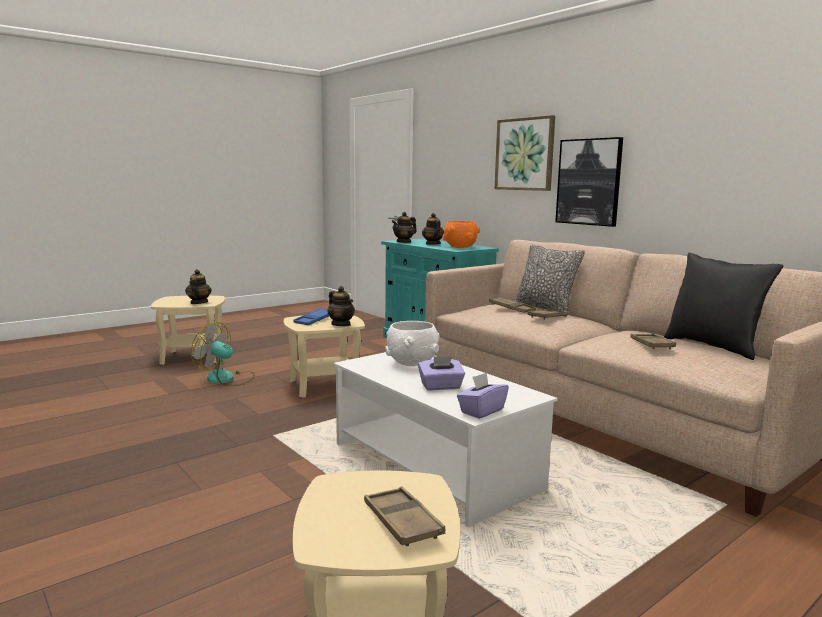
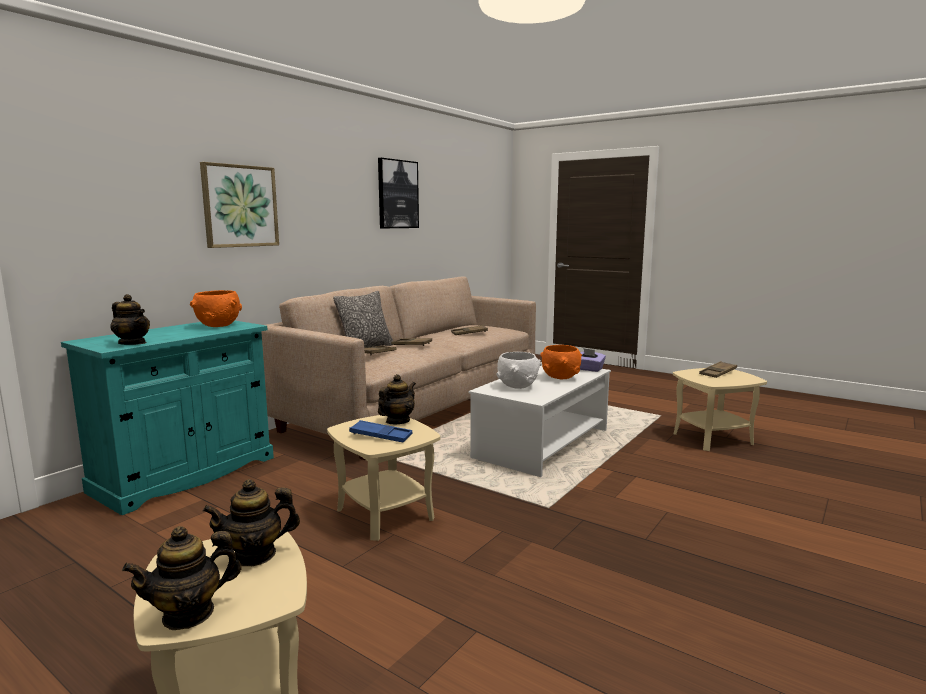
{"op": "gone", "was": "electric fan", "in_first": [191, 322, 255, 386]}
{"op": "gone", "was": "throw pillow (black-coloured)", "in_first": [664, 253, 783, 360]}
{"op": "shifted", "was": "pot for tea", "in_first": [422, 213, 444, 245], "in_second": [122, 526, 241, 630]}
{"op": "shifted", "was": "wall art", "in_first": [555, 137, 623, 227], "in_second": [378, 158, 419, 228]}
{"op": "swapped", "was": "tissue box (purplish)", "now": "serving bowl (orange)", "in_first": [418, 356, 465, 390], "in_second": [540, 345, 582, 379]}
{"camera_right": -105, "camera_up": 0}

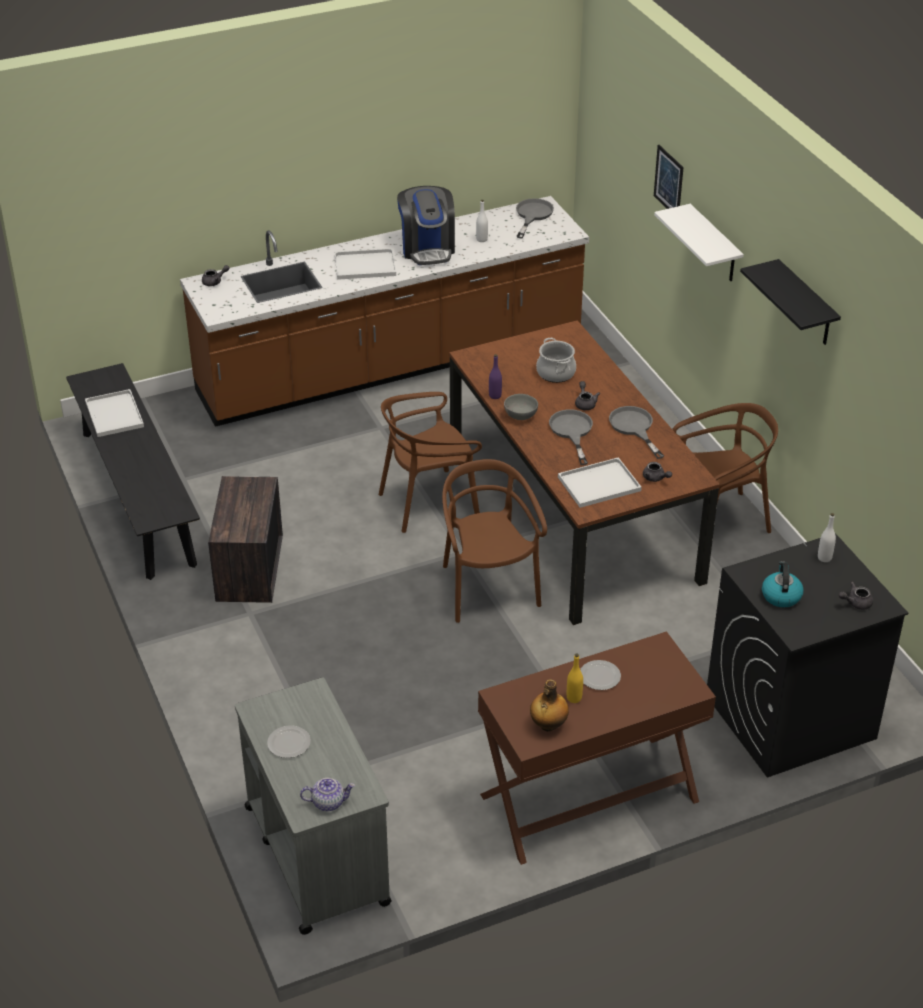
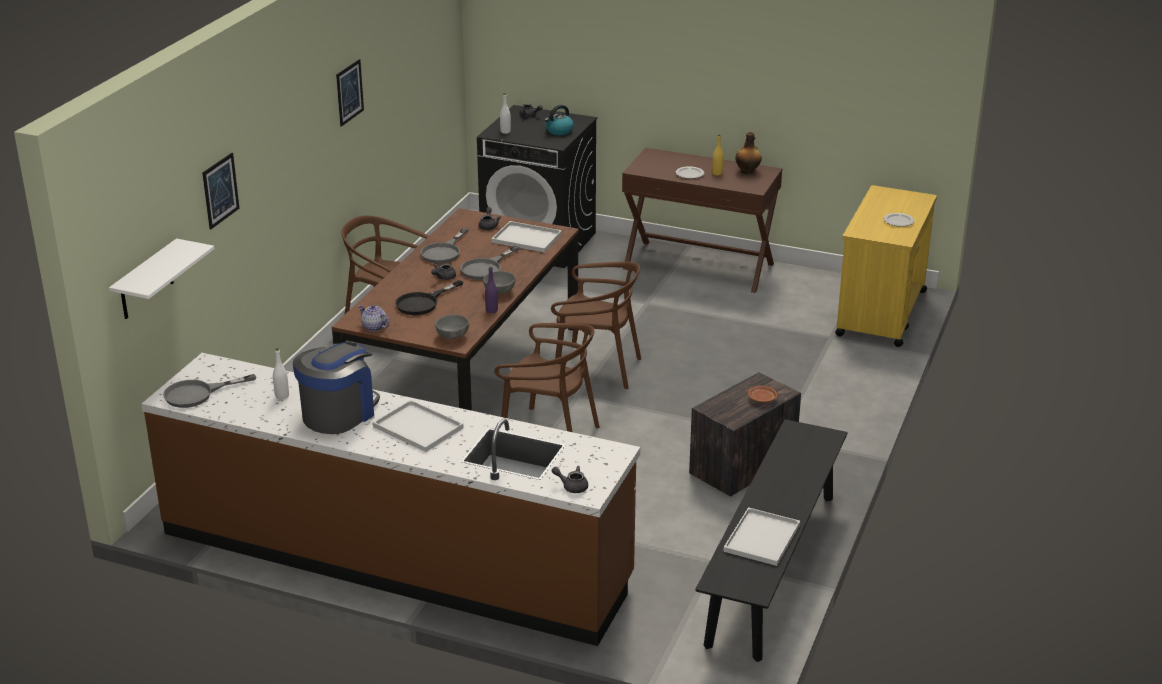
{"op": "new", "now": "serving bowl (grey)", "in_second": [435, 315, 469, 339]}
{"op": "new", "now": "dinner plate (brown-coloured)", "in_second": [748, 386, 778, 403]}
{"op": "shifted", "was": "pot for tea", "in_first": [300, 778, 355, 811], "in_second": [358, 305, 390, 332]}
{"op": "shifted", "was": "bracket shelf (white-coloured)", "in_first": [654, 204, 744, 281], "in_second": [109, 238, 214, 319]}
{"op": "swapped", "was": "saucepot", "now": "pan (black-coloured)", "in_first": [536, 338, 576, 383], "in_second": [395, 280, 463, 315]}
{"op": "swapped", "was": "bracket shelf (black-coloured)", "now": "wall art", "in_first": [740, 259, 841, 345], "in_second": [336, 59, 364, 126]}
{"op": "repainted", "was": "trolley (grey)", "now": "trolley (yellowish)", "in_first": [235, 677, 392, 935], "in_second": [835, 185, 937, 347]}
{"op": "rotated", "was": "upright chair (brown-coloured)", "in_first": [442, 459, 547, 623], "in_second": [551, 262, 641, 389], "clockwise": -105}
{"camera_right": -135, "camera_up": -10}

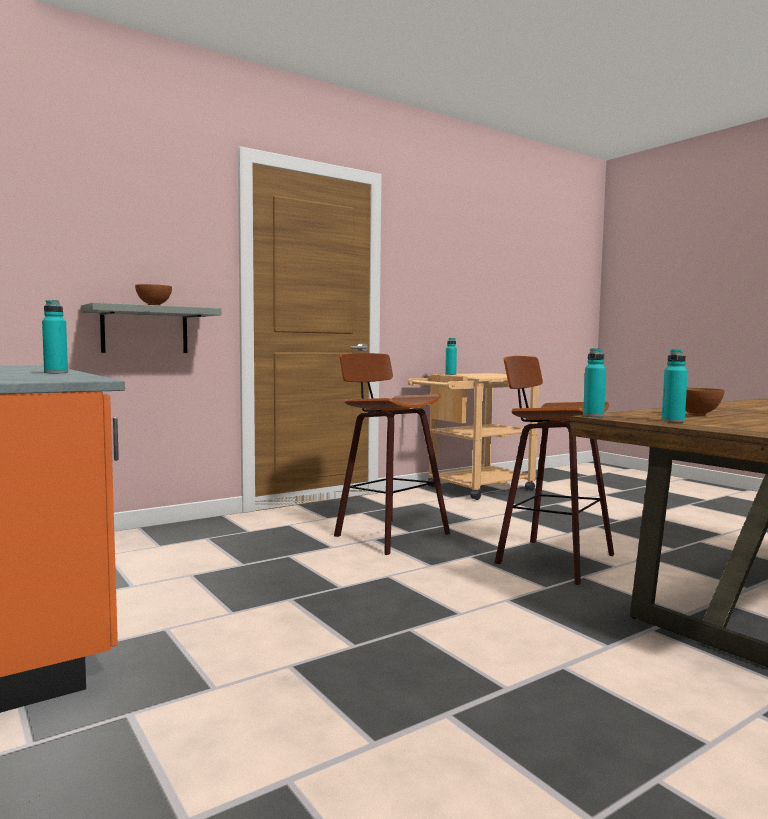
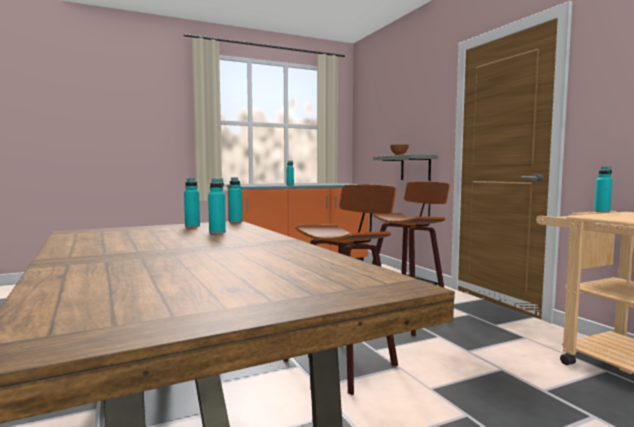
{"op": "swapped", "was": "serving bowl", "now": "beverage bottle (blue-green)", "in_first": [685, 388, 725, 416], "in_second": [208, 179, 226, 234]}
{"camera_right": 100, "camera_up": 0}

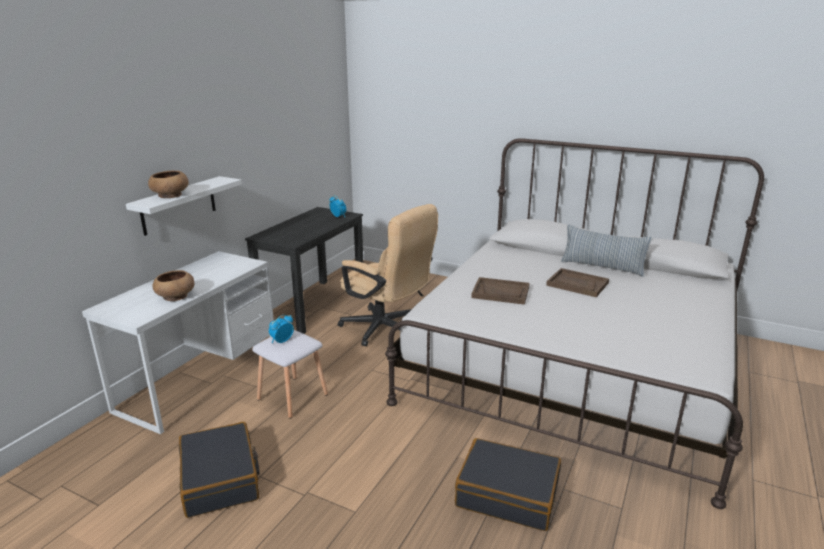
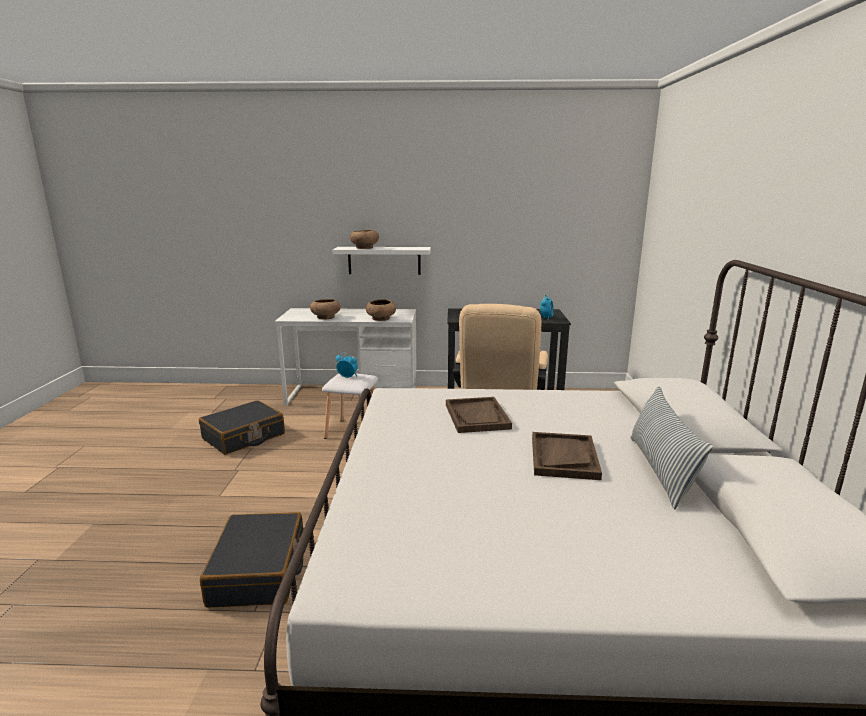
{"op": "new", "now": "serving bowl (brown-coloured)", "in_second": [366, 299, 396, 321]}
{"camera_right": 65, "camera_up": -5}

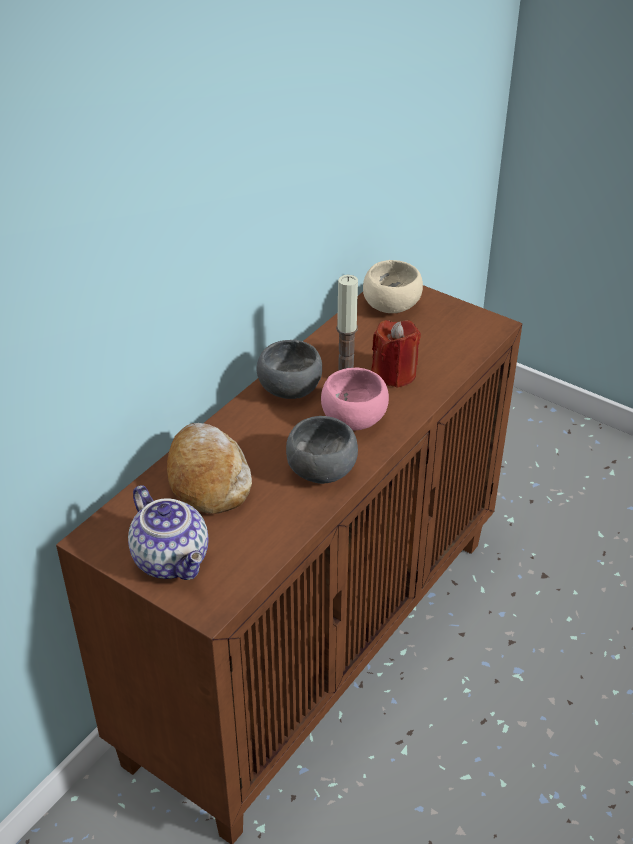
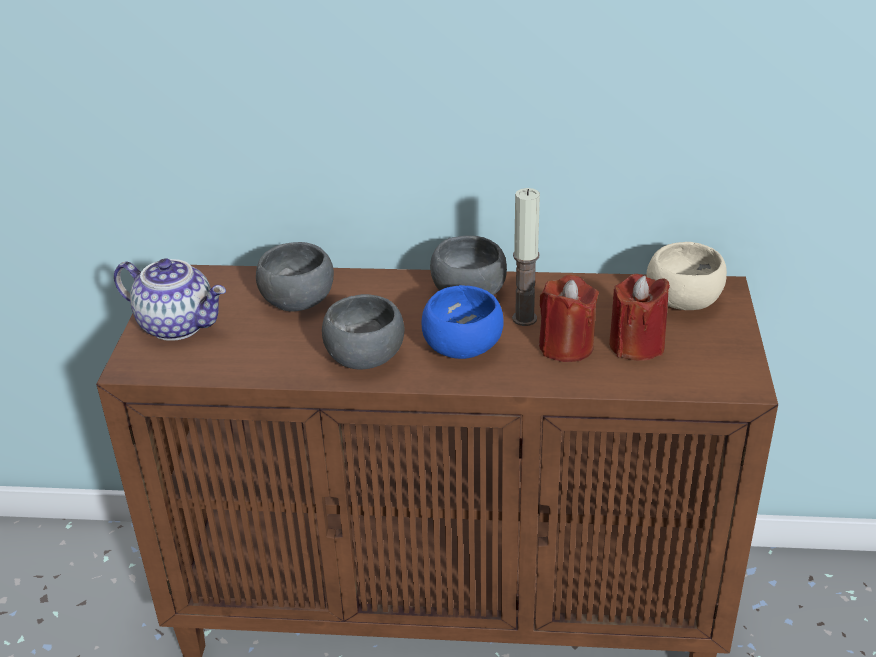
{"op": "new", "now": "candle (red)", "in_second": [609, 274, 670, 361]}
{"op": "swapped", "was": "baked bread", "now": "serving bowl (grey)", "in_first": [167, 423, 252, 514], "in_second": [256, 242, 334, 312]}
{"op": "repainted", "was": "serving bowl (pink-coloured)", "now": "serving bowl (blue-coloured)", "in_first": [321, 368, 389, 431], "in_second": [422, 285, 504, 359]}
{"op": "rotated", "was": "pot for tea", "in_first": [128, 485, 209, 580], "in_second": [114, 258, 226, 341], "clockwise": -90}
{"camera_right": 60, "camera_up": -5}

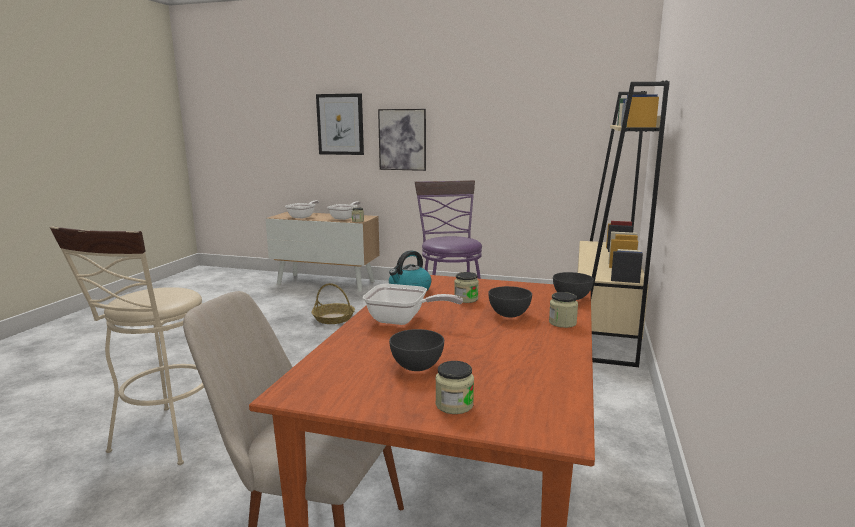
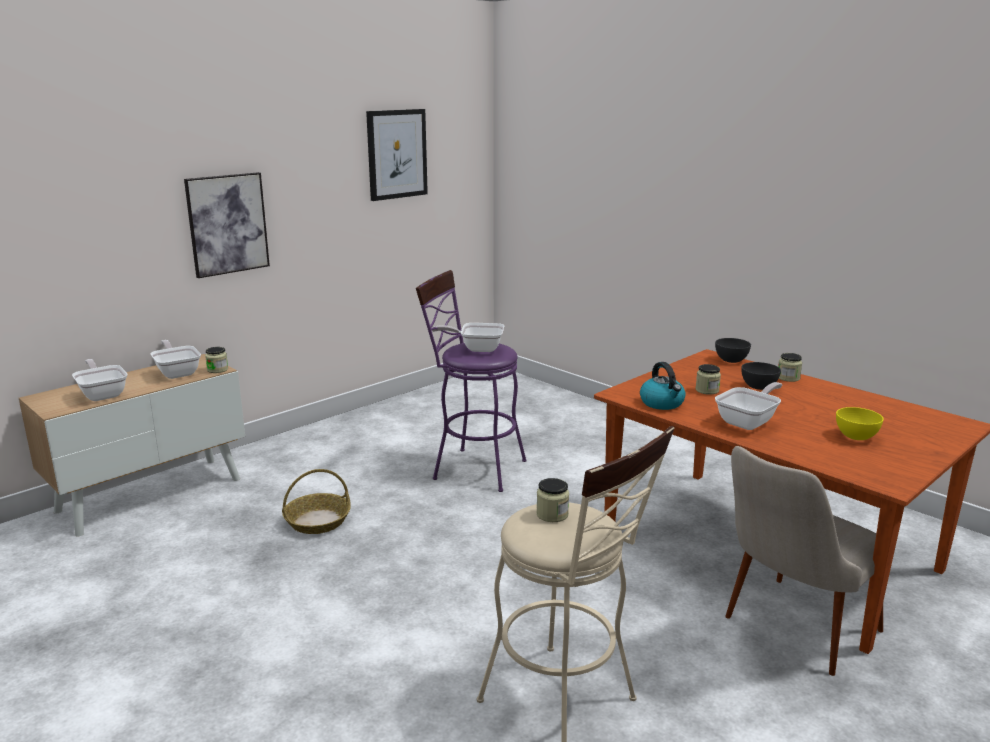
{"op": "gone", "was": "shelving unit (sand-coloured)", "in_first": [577, 81, 670, 367]}
{"op": "new", "now": "pan", "in_second": [432, 323, 504, 352]}
{"op": "shifted", "was": "wall art", "in_first": [316, 93, 364, 155], "in_second": [366, 109, 428, 201]}
{"op": "shifted", "was": "storage jar", "in_first": [436, 361, 474, 414], "in_second": [536, 478, 569, 522]}
{"op": "repainted", "was": "serving bowl (grey)", "now": "serving bowl (yellowish)", "in_first": [389, 329, 444, 371], "in_second": [836, 407, 884, 440]}
{"camera_right": -60, "camera_up": 5}

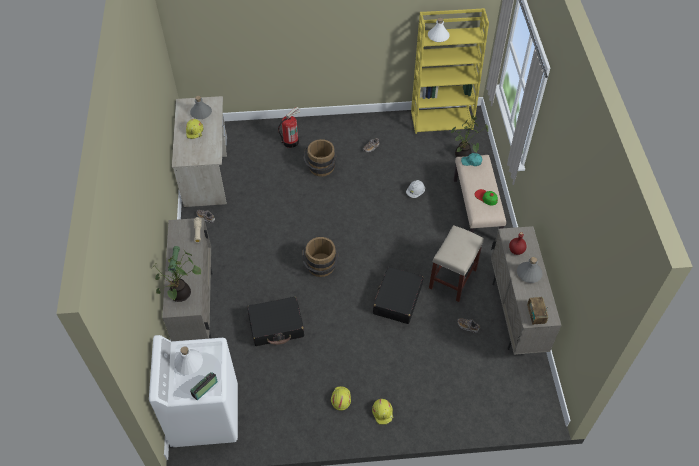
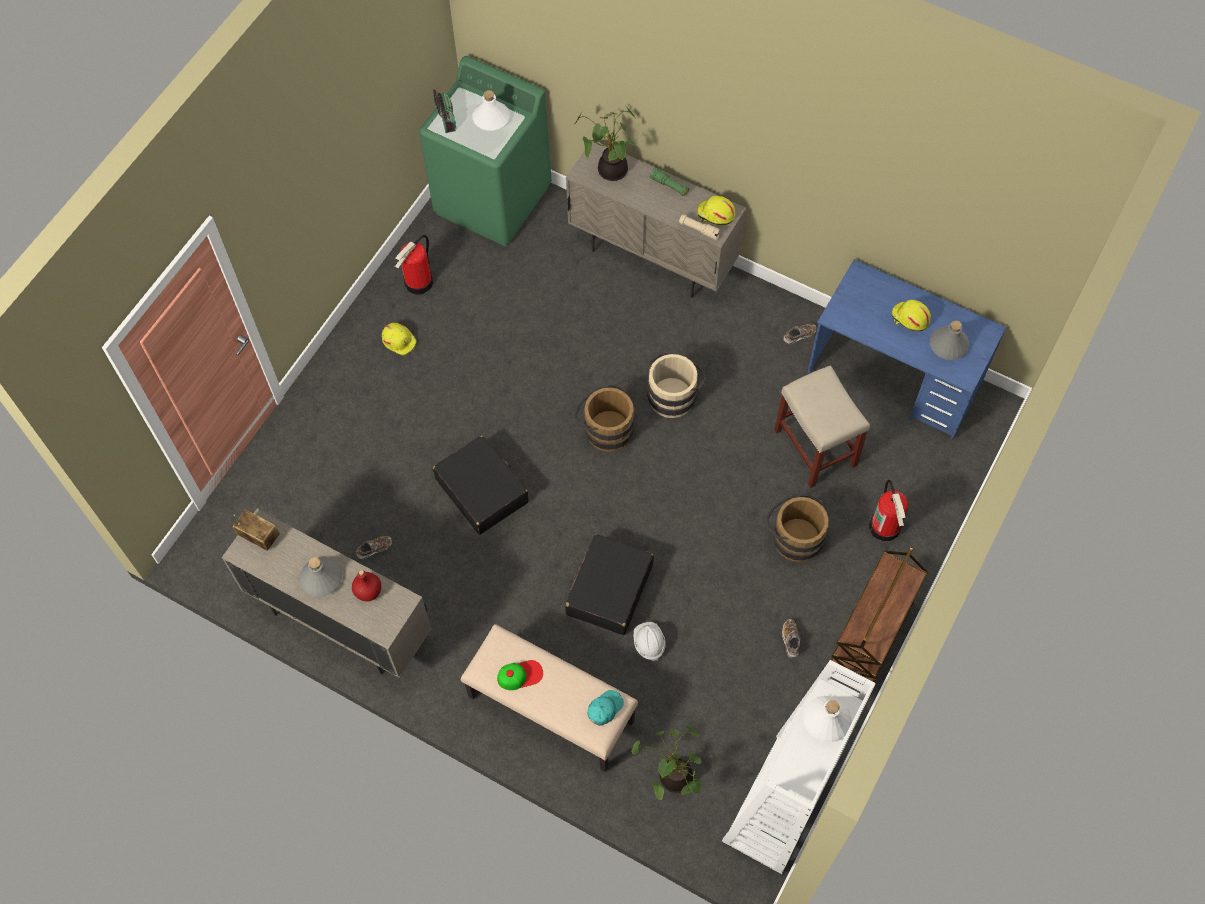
{"op": "new", "now": "fire-fighting cylinder", "in_second": [395, 235, 433, 295]}
{"op": "new", "now": "water bucket (sand-coloured)", "in_second": [647, 353, 706, 418]}
{"op": "new", "now": "trolley (brown-coloured)", "in_second": [831, 547, 928, 685]}
{"op": "shifted", "was": "travel case (black-coloured)", "in_first": [247, 297, 304, 346], "in_second": [565, 534, 654, 635]}
{"op": "shifted", "was": "hard hat (yellowish)", "in_first": [372, 399, 393, 425], "in_second": [697, 196, 735, 225]}
{"op": "shifted", "was": "sitting stool (sand-coloured)", "in_first": [429, 225, 484, 302], "in_second": [774, 365, 870, 488]}
{"op": "repainted", "was": "laundry appliance (white-coloured)", "now": "laundry appliance (green-coloured)", "in_first": [149, 335, 238, 447], "in_second": [419, 56, 552, 246]}
{"op": "repainted", "was": "desk table (sand-coloured)", "now": "desk table (blue-coloured)", "in_first": [172, 96, 227, 207], "in_second": [808, 259, 1006, 440]}
{"op": "repainted", "was": "shelving unit (yellowish)", "now": "shelving unit (white-coloured)", "in_first": [411, 8, 489, 134], "in_second": [722, 660, 876, 874]}
{"camera_right": 125, "camera_up": 10}

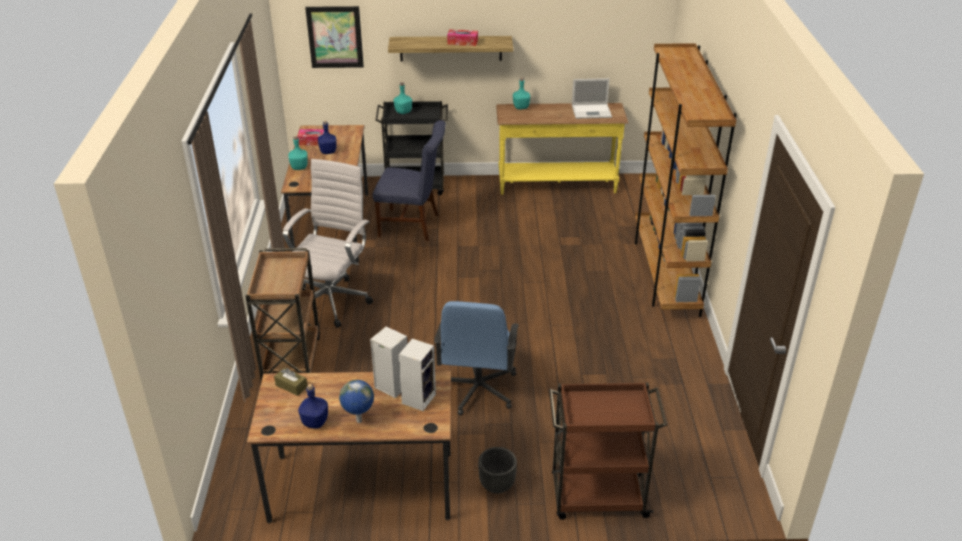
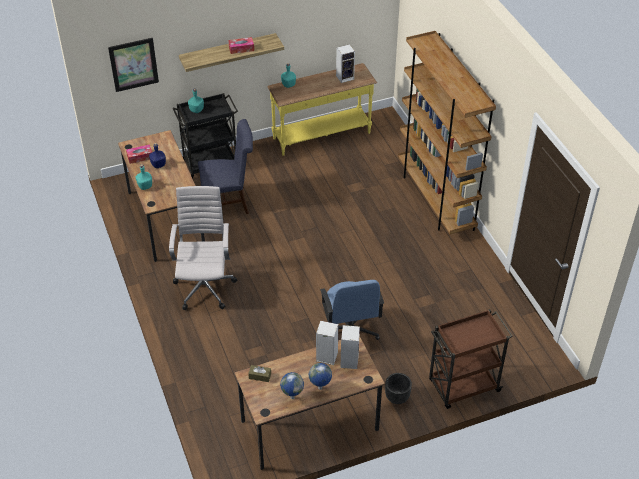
{"op": "gone", "was": "trolley (brown-coloured)", "in_first": [245, 248, 320, 385]}
{"op": "swapped", "was": "beverage bottle (blue-coloured)", "now": "world globe", "in_first": [298, 384, 328, 429], "in_second": [280, 372, 304, 399]}
{"op": "swapped", "was": "laptop", "now": "audio speaker", "in_first": [572, 78, 612, 119], "in_second": [336, 44, 355, 83]}
{"camera_right": -20, "camera_up": 10}

